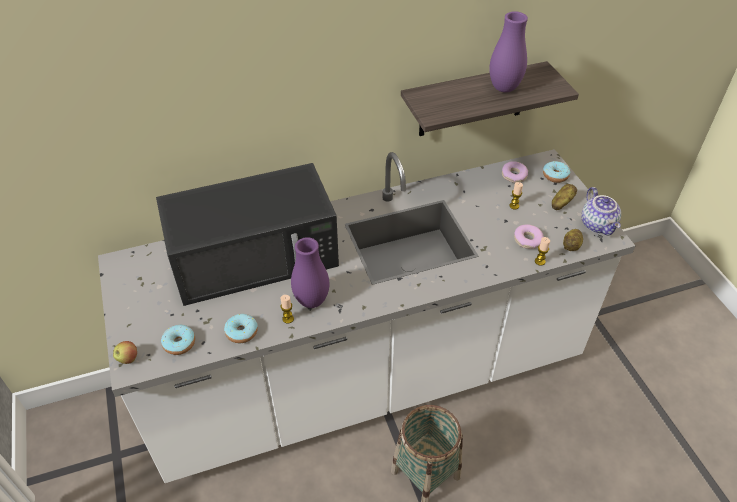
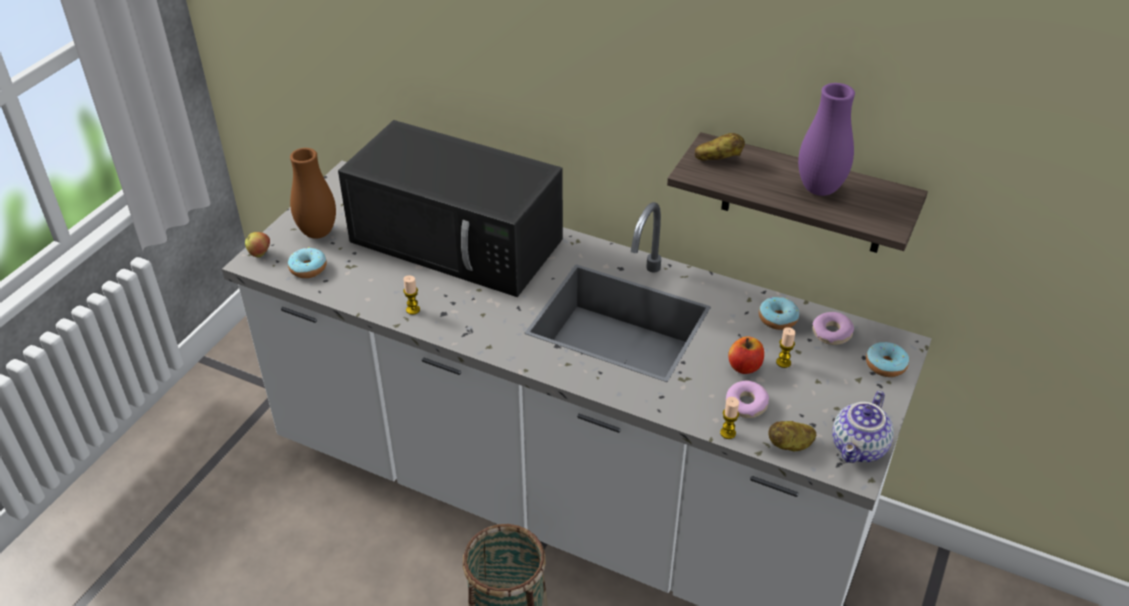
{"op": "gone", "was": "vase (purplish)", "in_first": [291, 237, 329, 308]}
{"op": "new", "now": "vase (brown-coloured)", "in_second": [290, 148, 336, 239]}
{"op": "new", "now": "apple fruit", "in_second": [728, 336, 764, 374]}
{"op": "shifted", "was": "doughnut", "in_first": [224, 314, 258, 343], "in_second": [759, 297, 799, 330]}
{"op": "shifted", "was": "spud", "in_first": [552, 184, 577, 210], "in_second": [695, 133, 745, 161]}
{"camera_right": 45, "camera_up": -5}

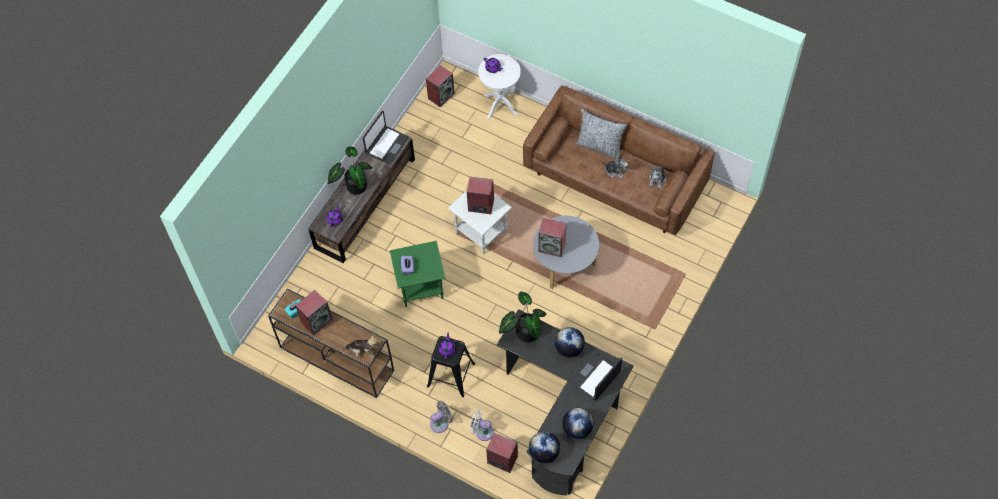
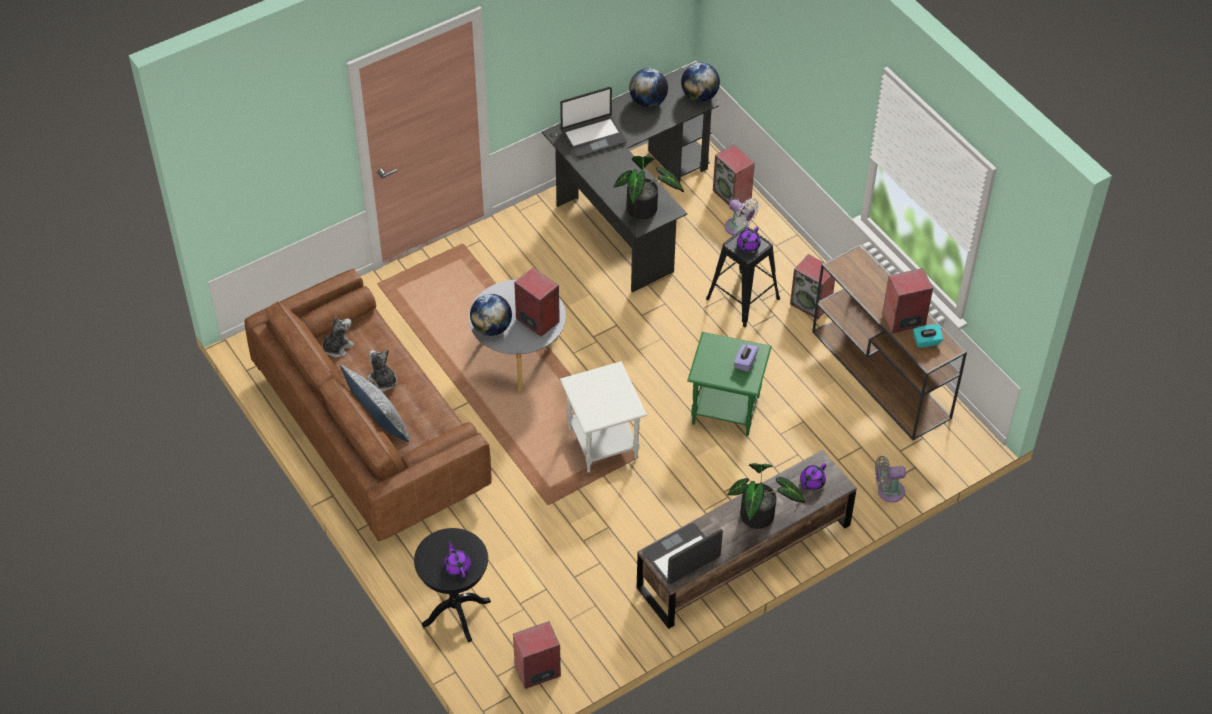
{"op": "gone", "was": "cuddly toy", "in_first": [343, 335, 381, 358]}
{"op": "shifted", "was": "electric fan (grey)", "in_first": [430, 401, 453, 433], "in_second": [875, 456, 906, 502]}
{"op": "shifted", "was": "audio speaker", "in_first": [467, 177, 494, 214], "in_second": [790, 254, 835, 320]}
{"op": "shifted", "was": "world globe", "in_first": [555, 327, 585, 357], "in_second": [470, 294, 512, 336]}
{"op": "repainted", "was": "accent table (white-coloured)", "now": "accent table (black-coloured)", "in_first": [478, 54, 521, 119], "in_second": [414, 528, 491, 642]}
{"camera_right": -155, "camera_up": -10}

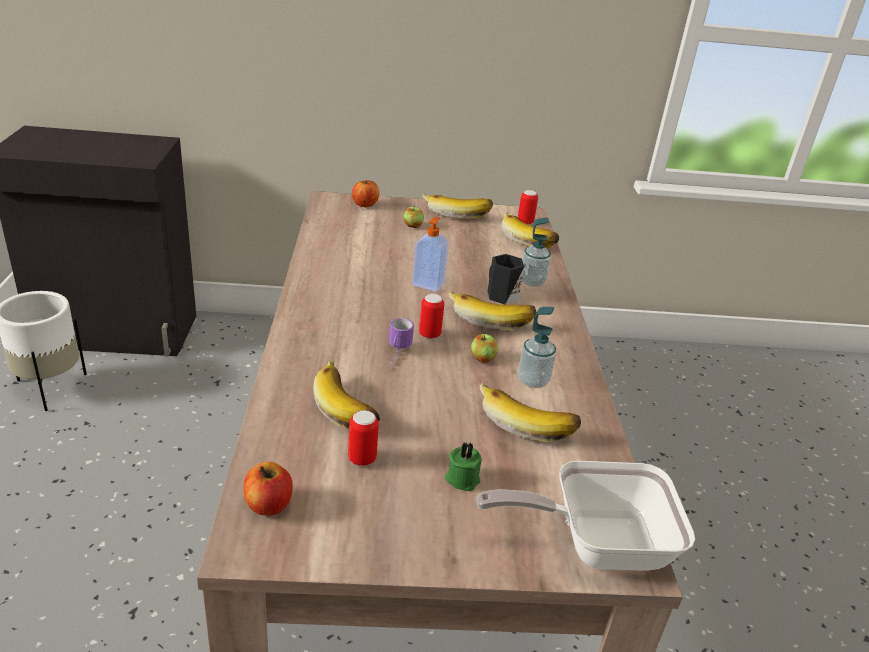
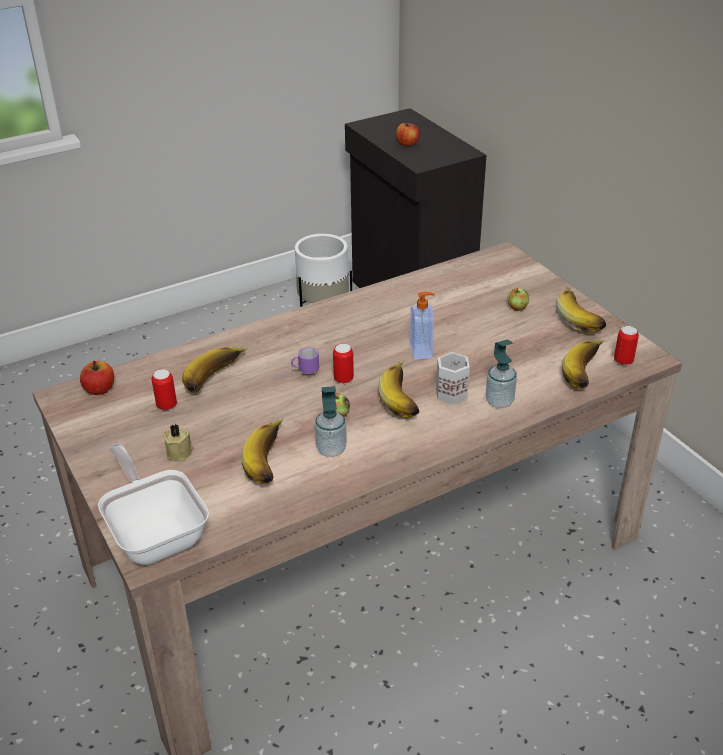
{"op": "shifted", "was": "apple fruit", "in_first": [352, 180, 379, 207], "in_second": [396, 123, 420, 146]}
{"op": "repainted", "was": "candle (green-coloured)", "now": "candle (sand-coloured)", "in_first": [445, 442, 482, 491], "in_second": [163, 424, 194, 462]}
{"op": "repainted", "was": "mug (black-coloured)", "now": "mug (white-coloured)", "in_first": [488, 254, 524, 305], "in_second": [436, 352, 470, 405]}
{"camera_right": 65, "camera_up": 5}

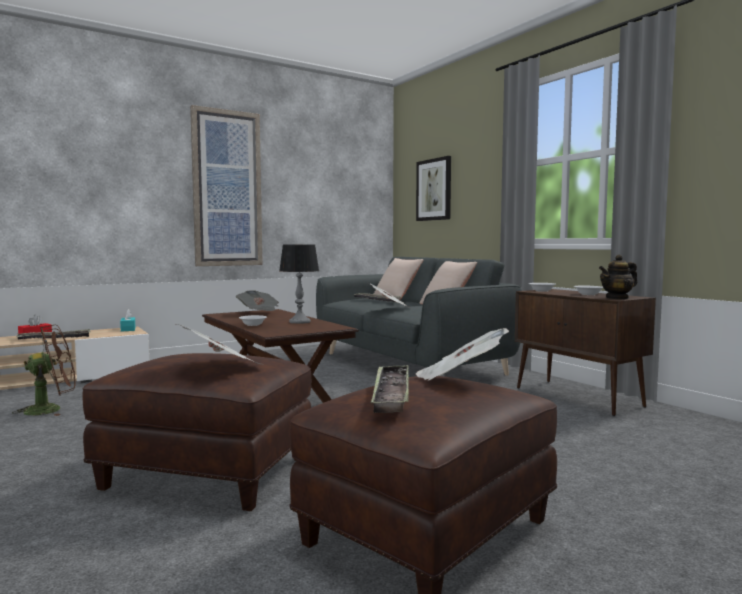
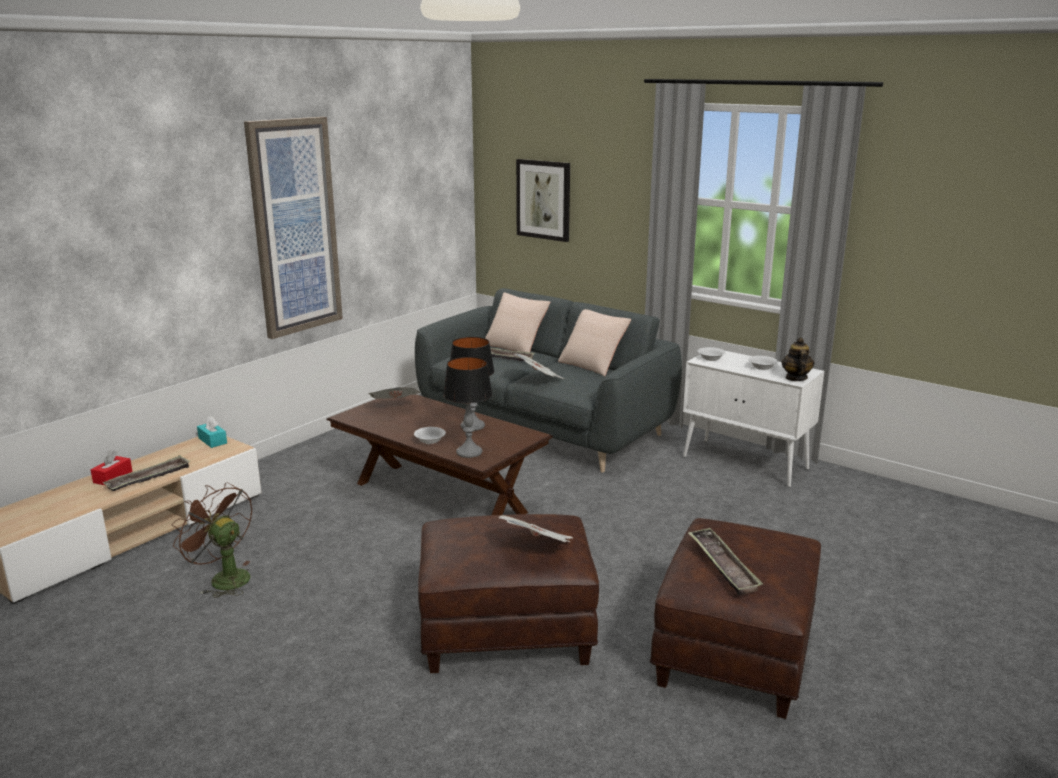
{"op": "gone", "was": "daily paper", "in_first": [416, 328, 509, 381]}
{"op": "new", "now": "tabletop lamp", "in_second": [443, 357, 493, 458]}
{"op": "repainted", "was": "cupboard (brown-coloured)", "now": "cupboard (white-coloured)", "in_first": [515, 289, 656, 416], "in_second": [683, 351, 824, 487]}
{"op": "rotated", "was": "electric fan (brown-coloured)", "in_first": [12, 325, 76, 416], "in_second": [172, 482, 252, 598], "clockwise": -90}
{"op": "rotated", "was": "pot for tea", "in_first": [599, 255, 637, 299], "in_second": [782, 338, 814, 381], "clockwise": 135}
{"camera_right": -20, "camera_up": 15}

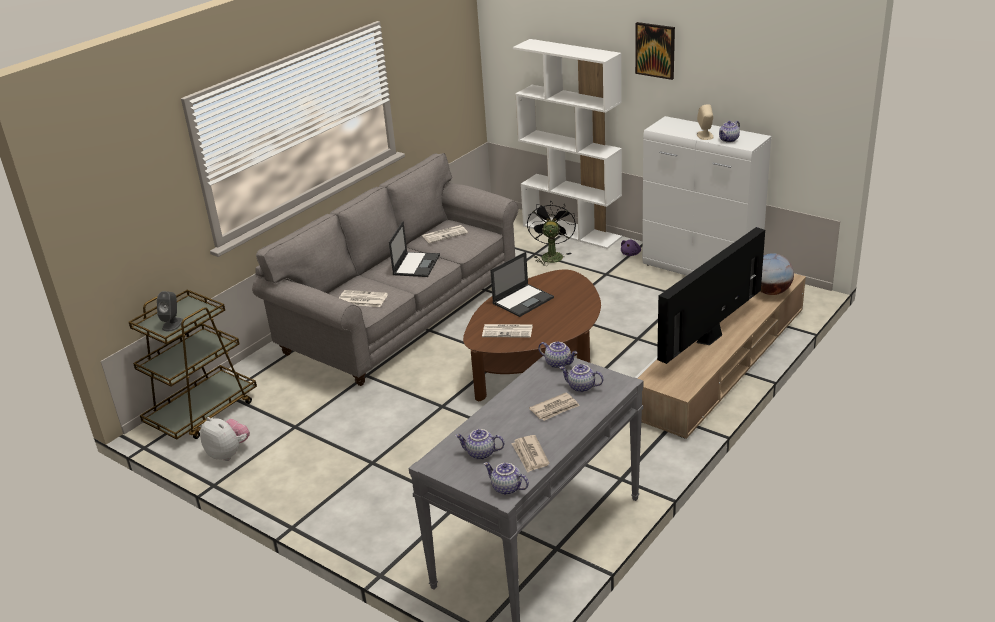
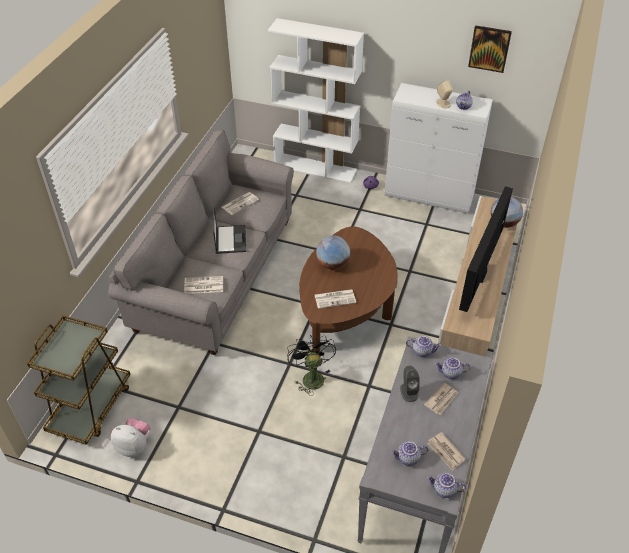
{"op": "shifted", "was": "audio speaker (grey)", "in_first": [157, 291, 183, 331], "in_second": [400, 366, 419, 402]}
{"op": "shifted", "was": "electric fan (black-coloured)", "in_first": [527, 201, 576, 266], "in_second": [287, 335, 336, 396]}
{"op": "shifted", "was": "wall art", "in_first": [635, 22, 675, 80], "in_second": [468, 25, 512, 73]}
{"op": "swapped", "was": "laptop", "now": "world globe", "in_first": [490, 252, 554, 317], "in_second": [316, 235, 350, 270]}
{"camera_right": -20, "camera_up": 15}

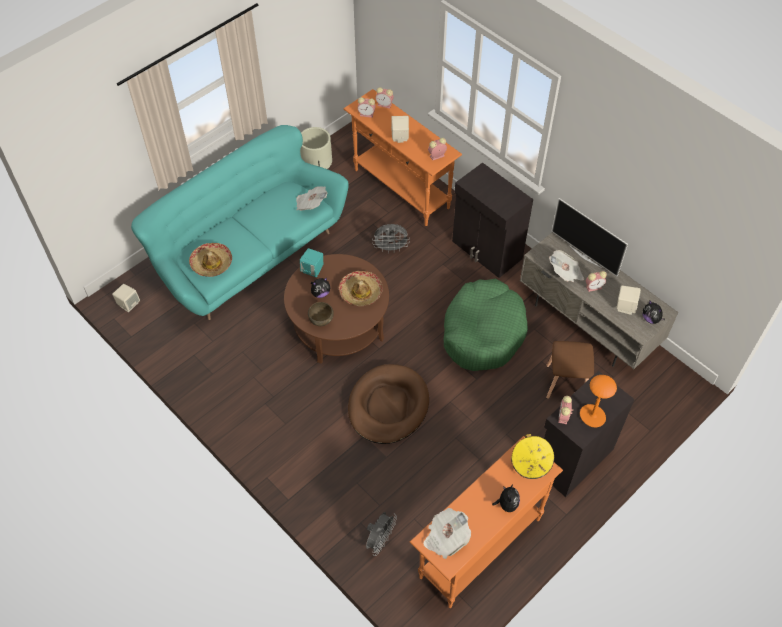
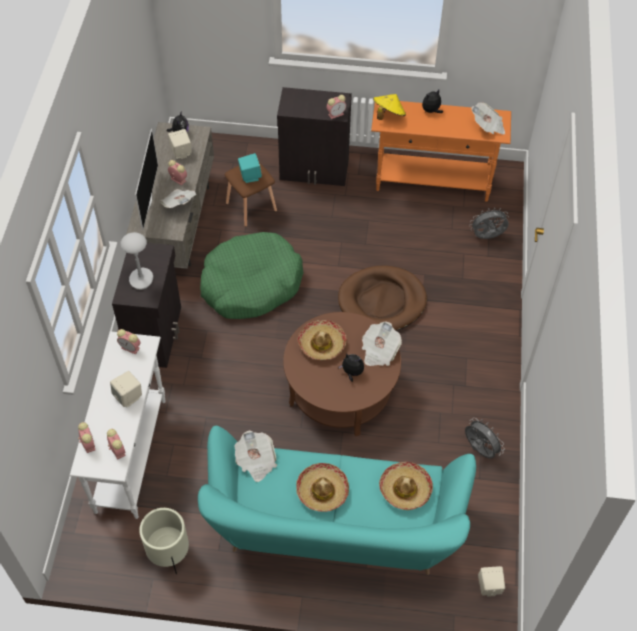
{"op": "gone", "was": "tabletop lamp (orange)", "in_first": [580, 375, 617, 428]}
{"op": "new", "now": "tabletop lamp (grey)", "in_second": [120, 232, 153, 290]}
{"op": "new", "now": "hat", "in_second": [296, 463, 349, 512]}
{"op": "shifted", "was": "audio speaker (blue-green)", "in_first": [300, 248, 323, 277], "in_second": [238, 153, 262, 183]}
{"op": "shifted", "was": "electric fan (grey)", "in_first": [372, 224, 410, 253], "in_second": [465, 417, 505, 459]}
{"op": "swapped", "was": "serving bowl (brown-coloured)", "now": "daily paper", "in_first": [308, 302, 334, 326], "in_second": [362, 322, 402, 366]}
{"op": "repainted", "was": "console table (orange)", "now": "console table (white-coloured)", "in_first": [344, 89, 462, 226], "in_second": [70, 331, 166, 519]}
{"camera_right": -130, "camera_up": 0}

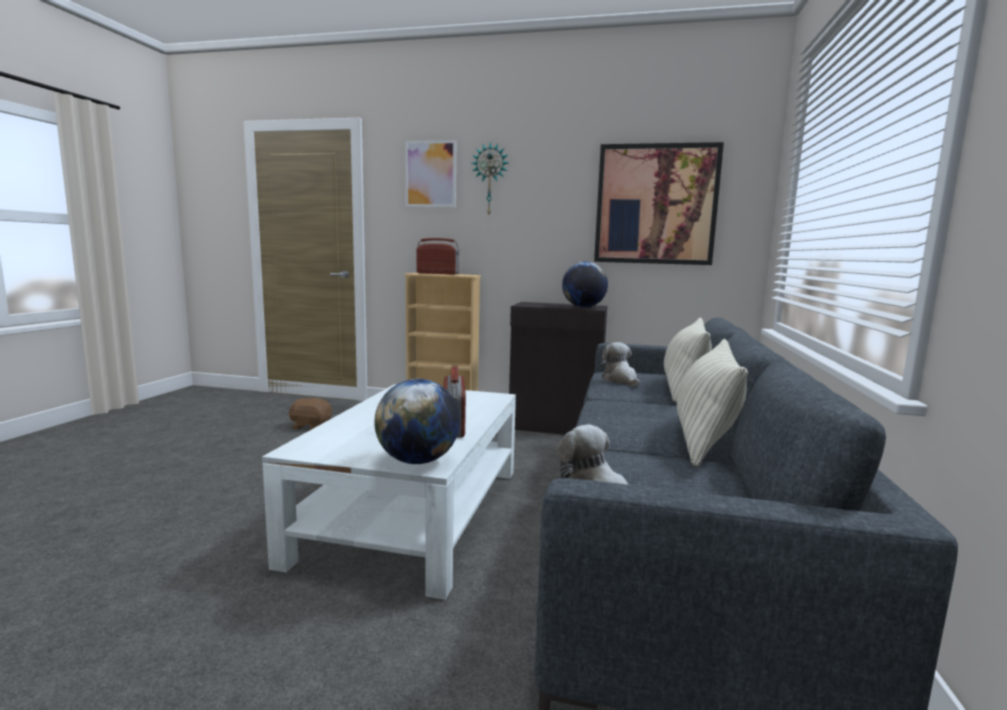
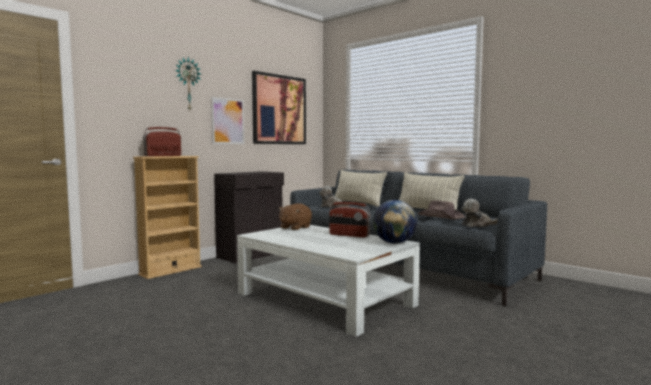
{"op": "gone", "was": "world globe", "in_first": [562, 261, 608, 307]}
{"op": "new", "now": "hat (brown-coloured)", "in_second": [417, 200, 465, 219]}
{"op": "shifted", "was": "cuddly toy (brown-coloured)", "in_first": [289, 398, 332, 430], "in_second": [279, 203, 312, 230]}
{"op": "shifted", "was": "wall art", "in_first": [405, 140, 456, 208], "in_second": [211, 97, 244, 144]}
{"camera_right": -60, "camera_up": -5}

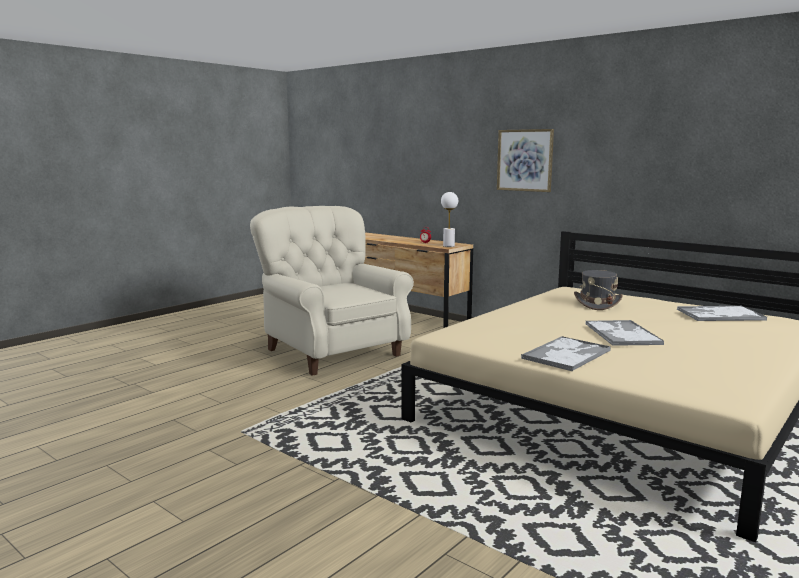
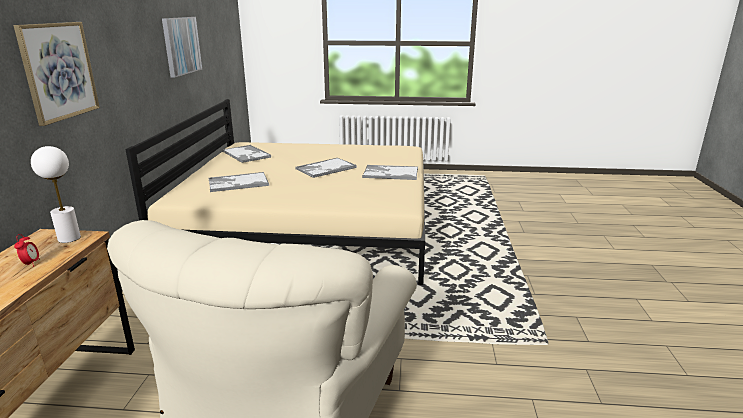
{"op": "new", "now": "wall art", "in_second": [162, 17, 202, 78]}
{"op": "swapped", "was": "hat (grey)", "now": "carrying tray", "in_first": [574, 270, 623, 310], "in_second": [209, 172, 269, 192]}
{"camera_right": -125, "camera_up": 10}

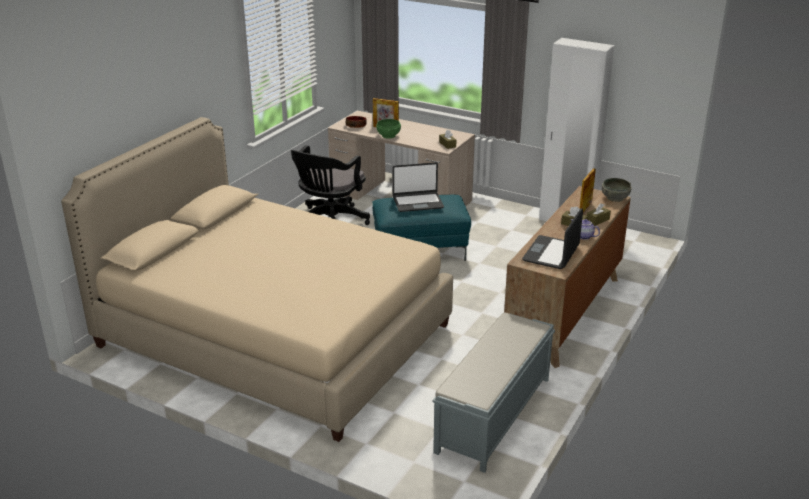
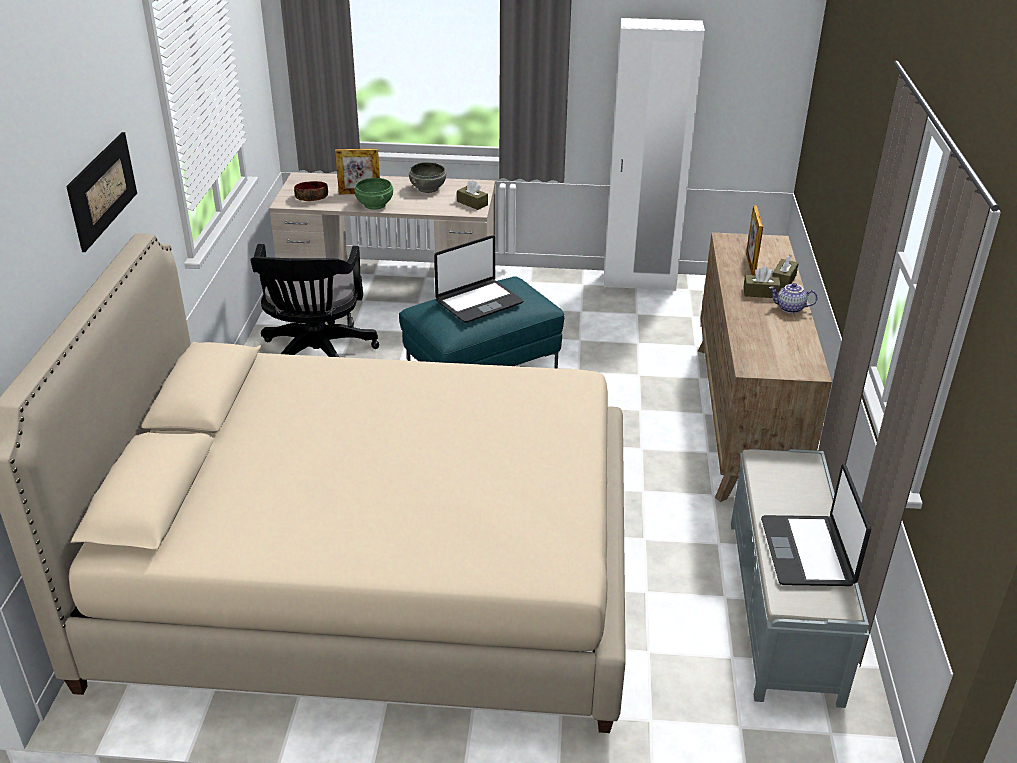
{"op": "new", "now": "wall art", "in_second": [66, 132, 137, 252]}
{"op": "shifted", "was": "laptop", "in_first": [522, 208, 583, 269], "in_second": [761, 464, 871, 586]}
{"op": "shifted", "was": "serving bowl (grey)", "in_first": [602, 178, 632, 202], "in_second": [409, 162, 446, 193]}
{"camera_right": -25, "camera_up": 5}

